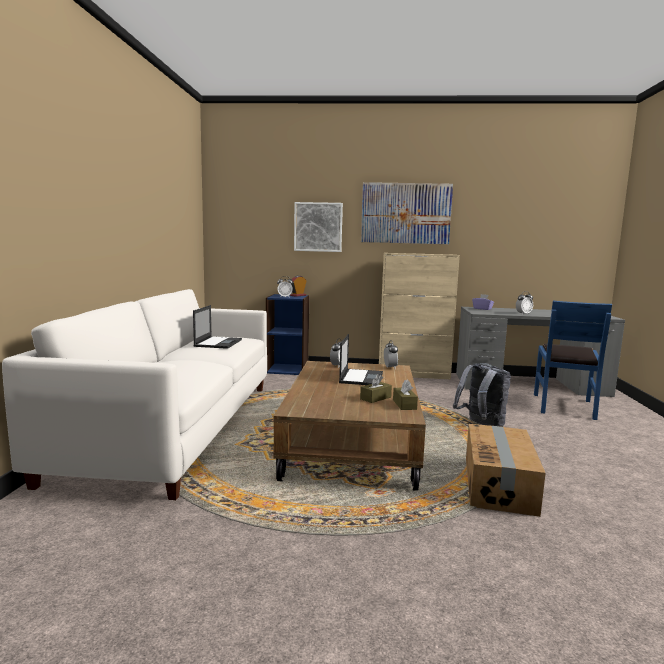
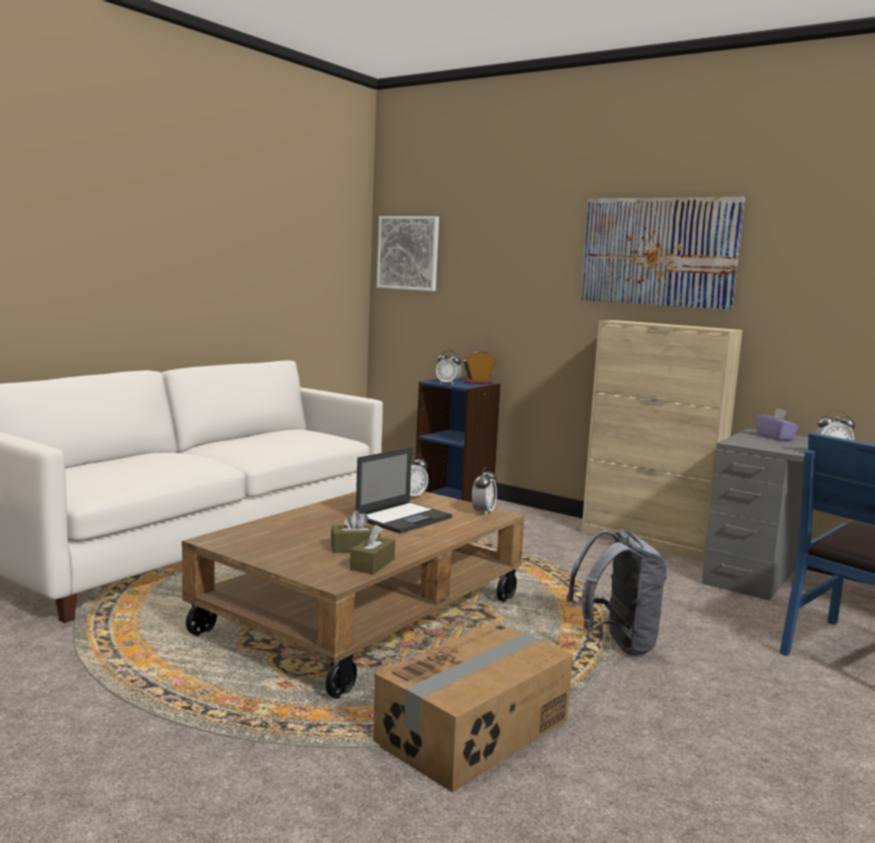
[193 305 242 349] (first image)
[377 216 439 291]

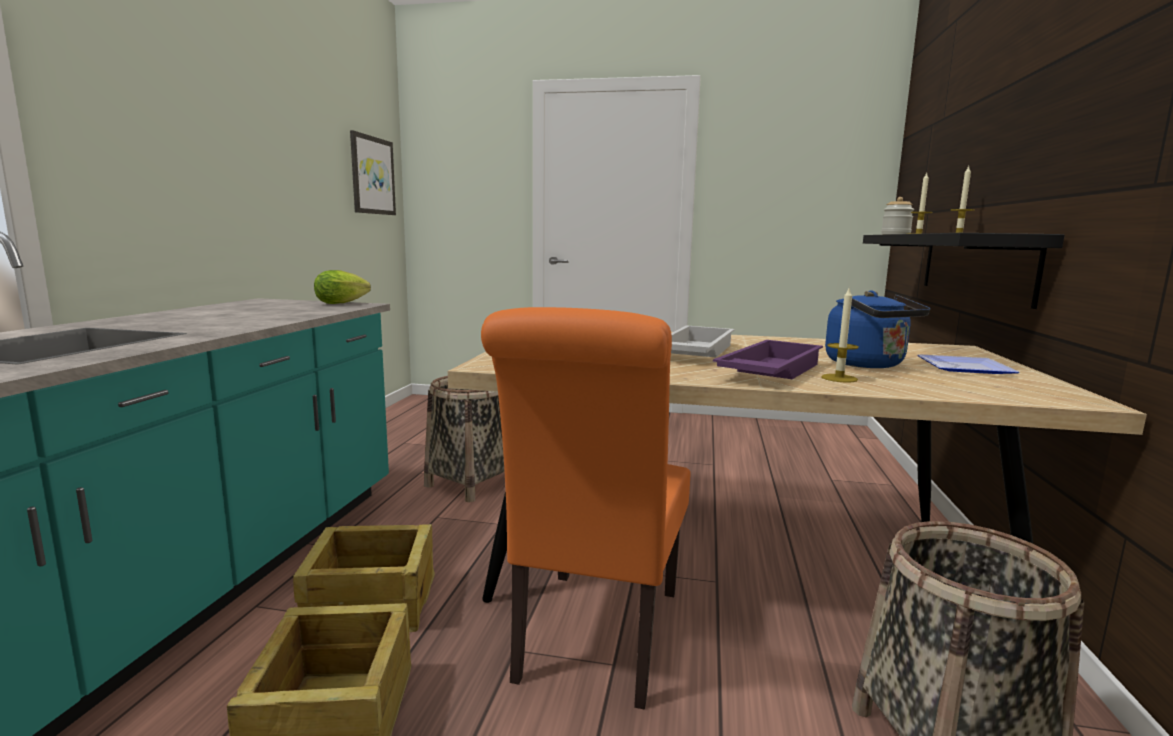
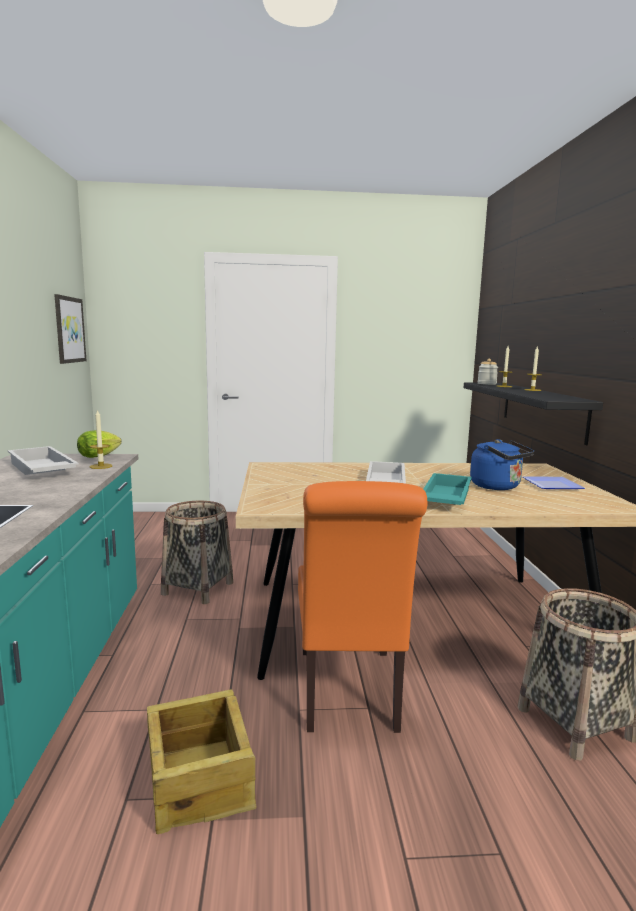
[293 524 435 632] (first image)
[424 473 472 505]
[90 409 112 469]
[8 446 79 475]

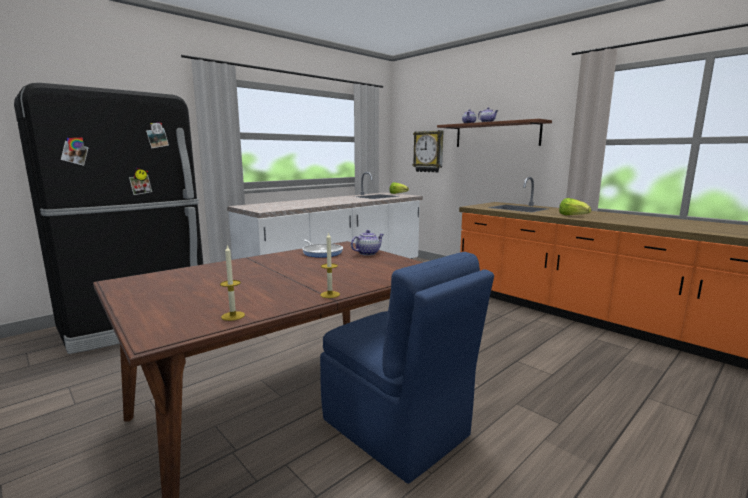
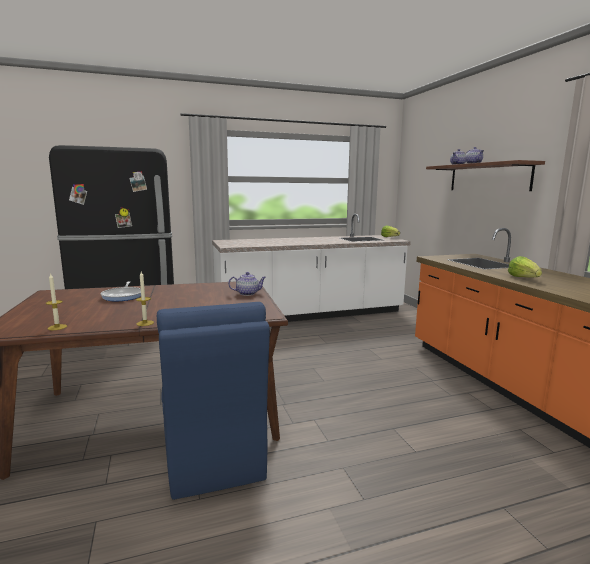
[101 281 141 301]
[412 130 443 173] (first image)

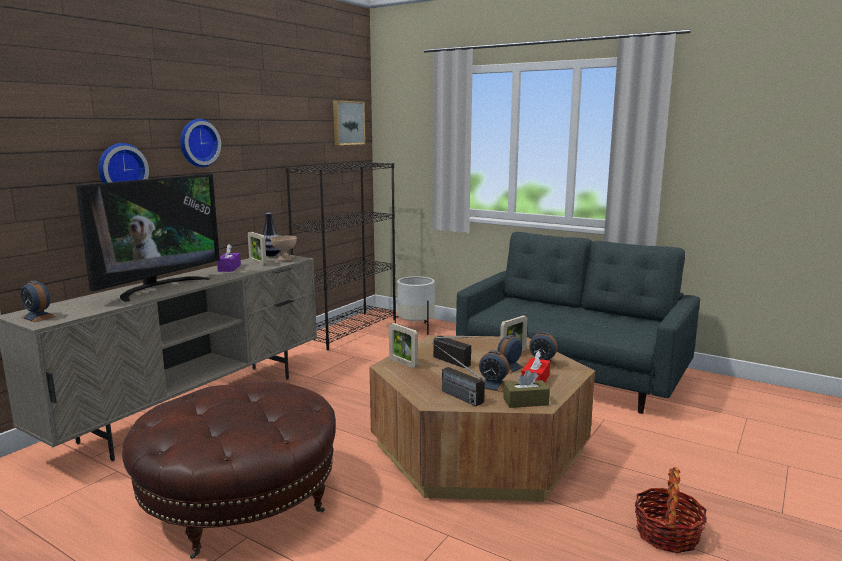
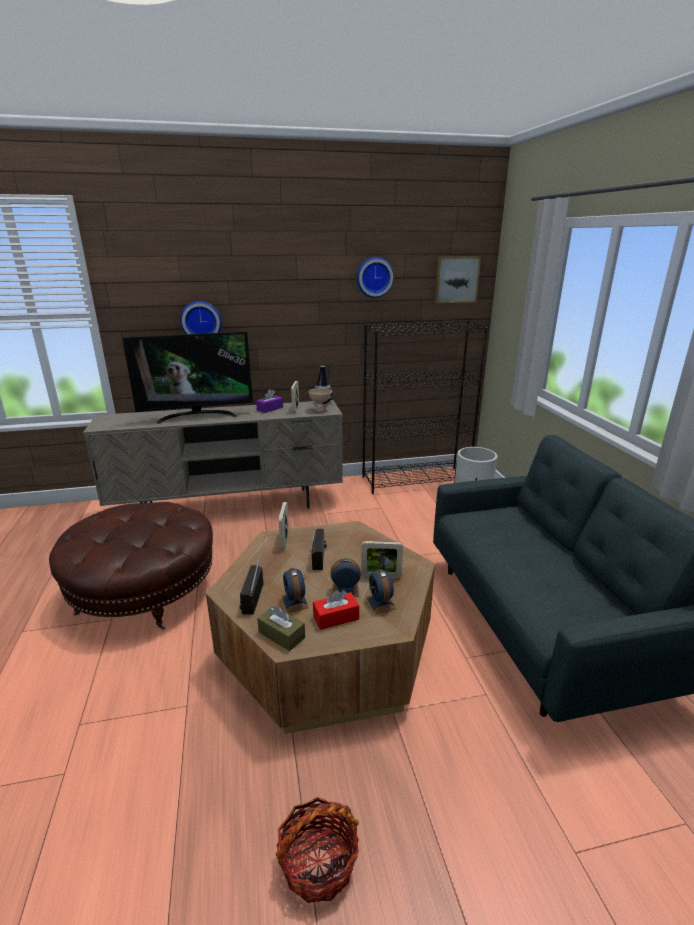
[21 280 56 322] (first image)
[357 257 394 298]

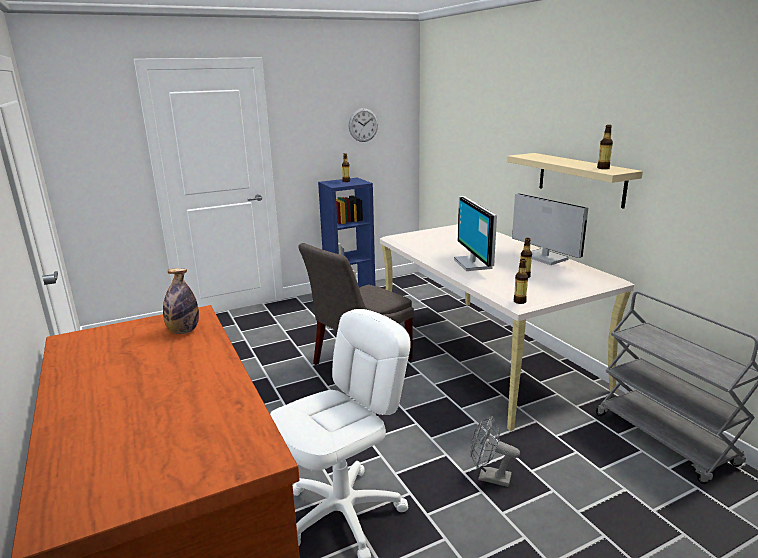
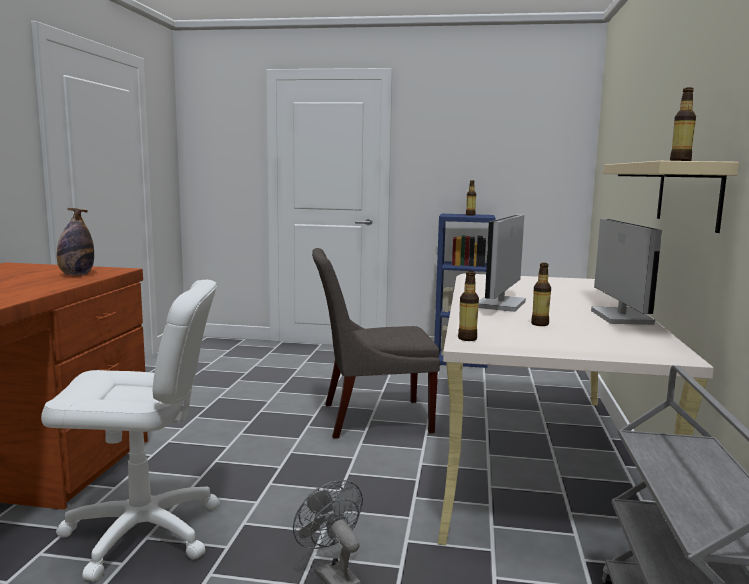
[348 108 378 142] (first image)

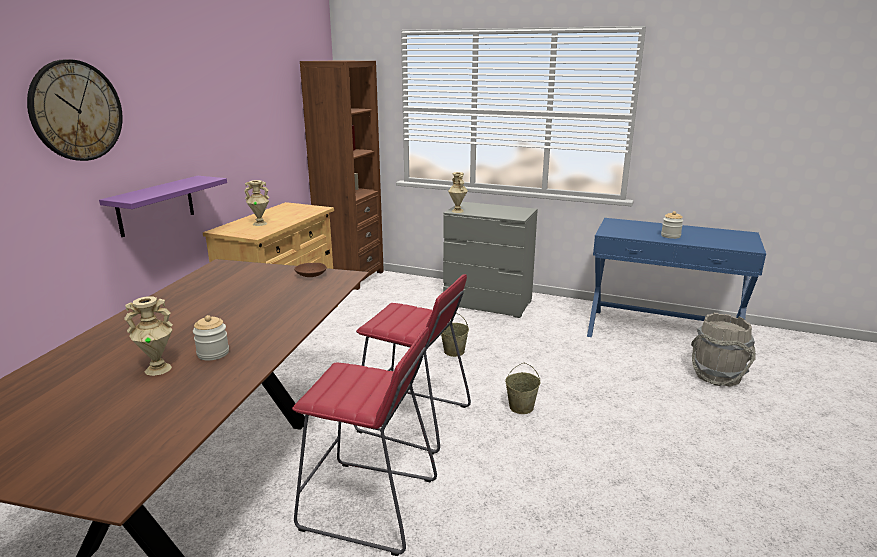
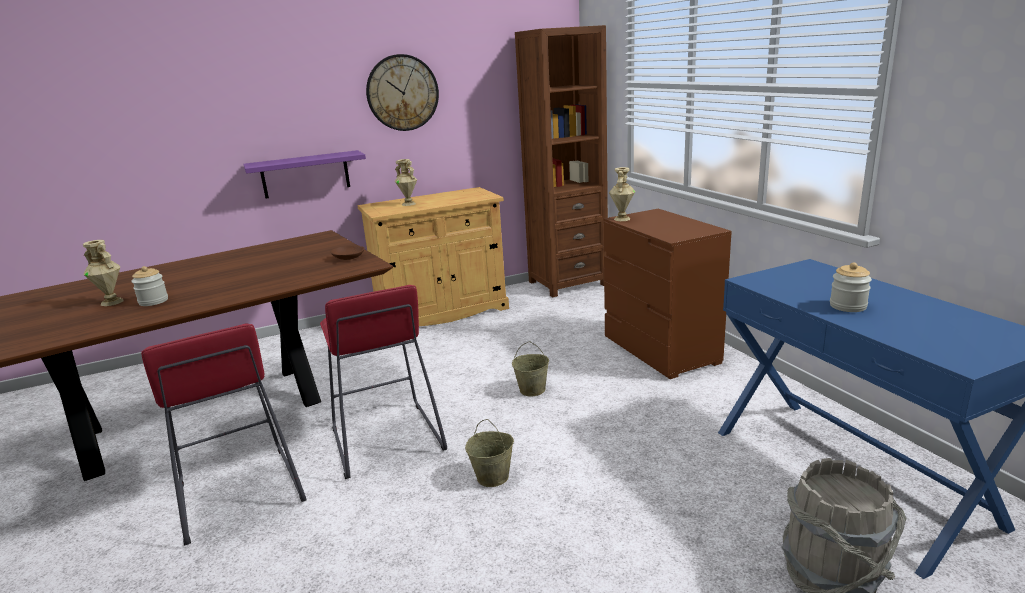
[366 54 439 131]
[604 209 732 379]

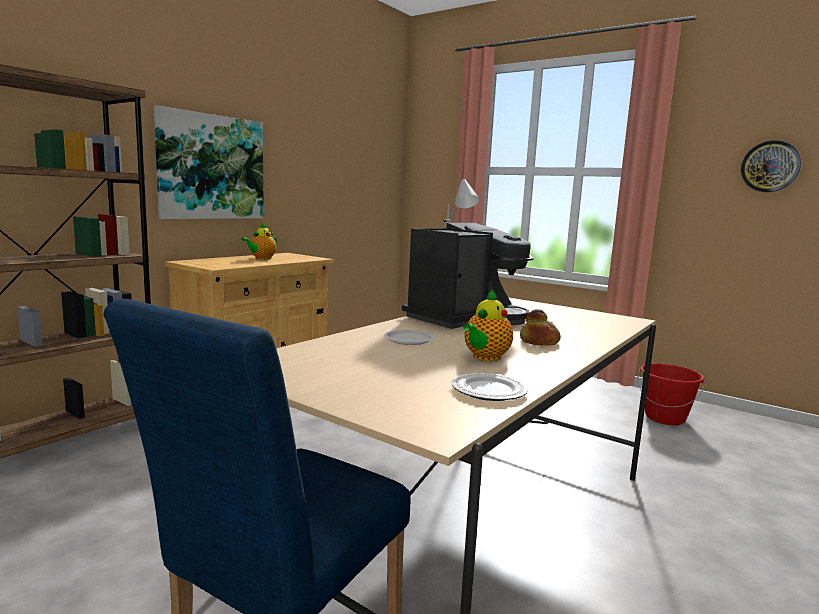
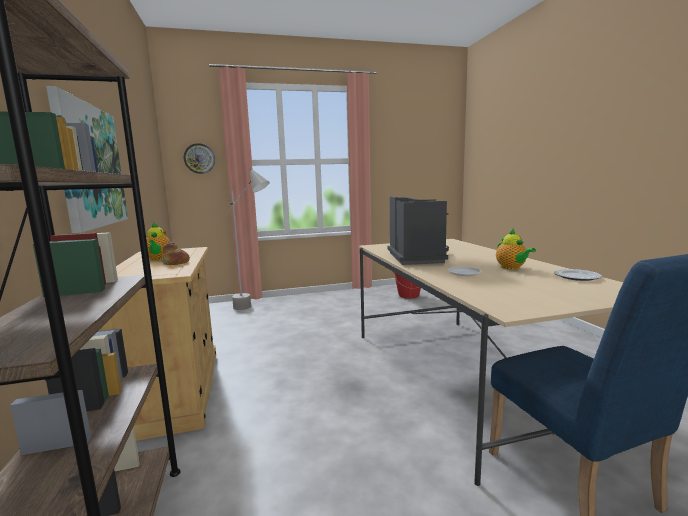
[161 242 190 265]
[184 143 215 174]

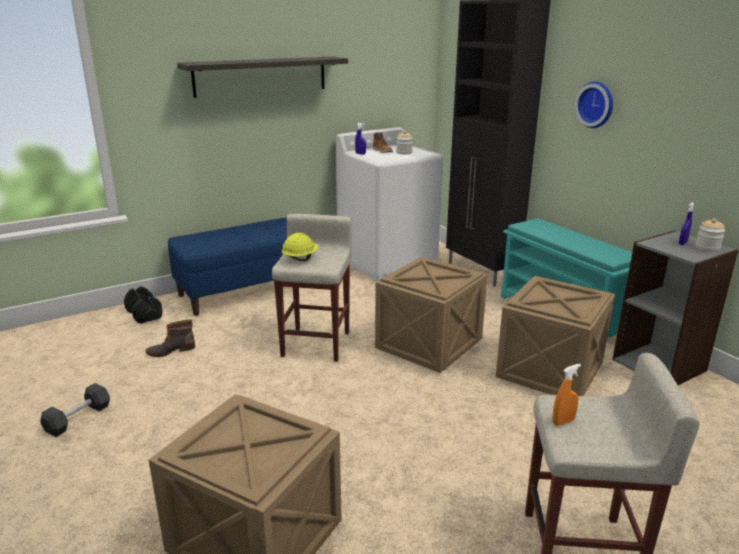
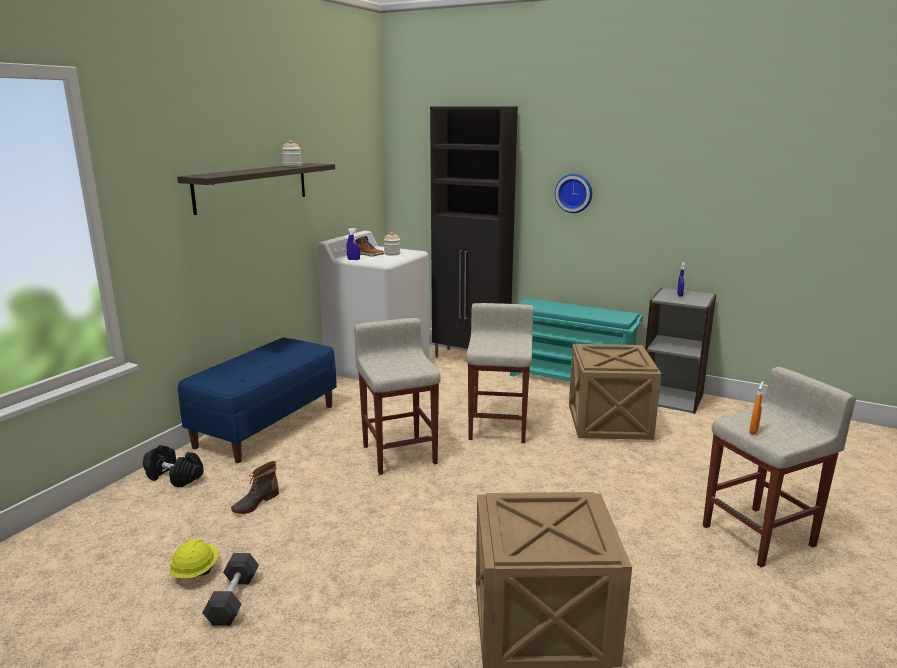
[170 539 218 579]
[466 303 533 443]
[282 140 302 167]

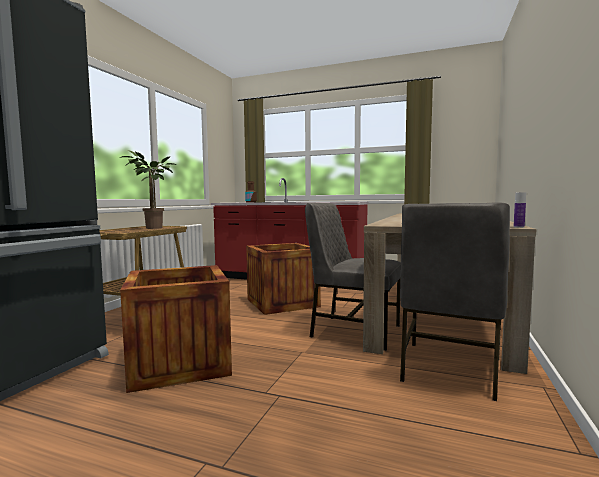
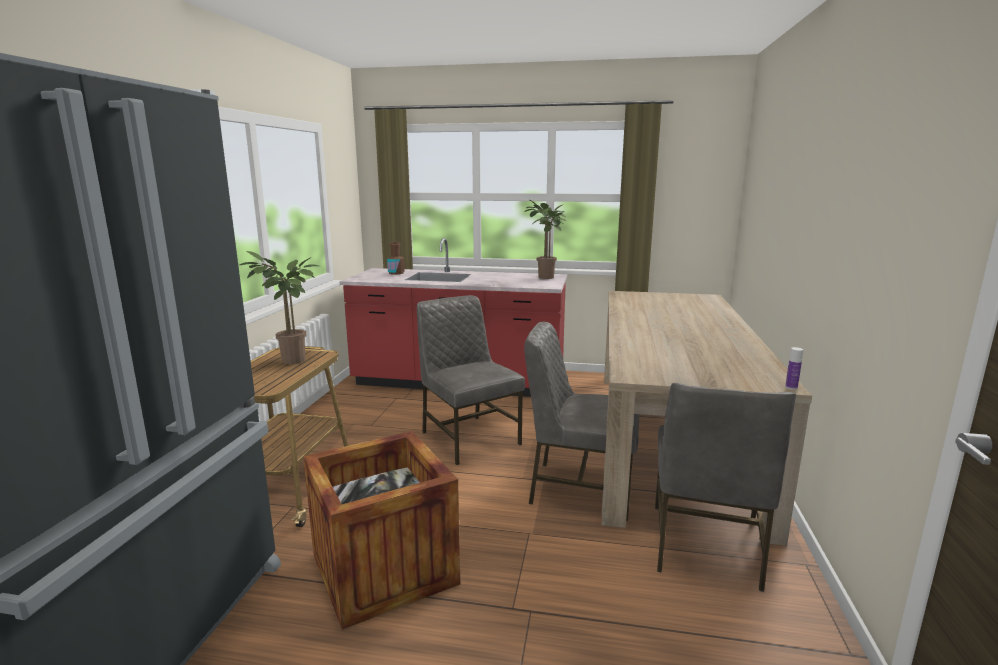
[417 295 525 465]
[525 199 566 279]

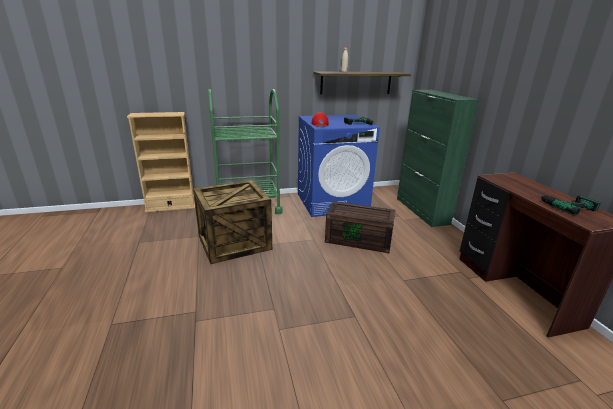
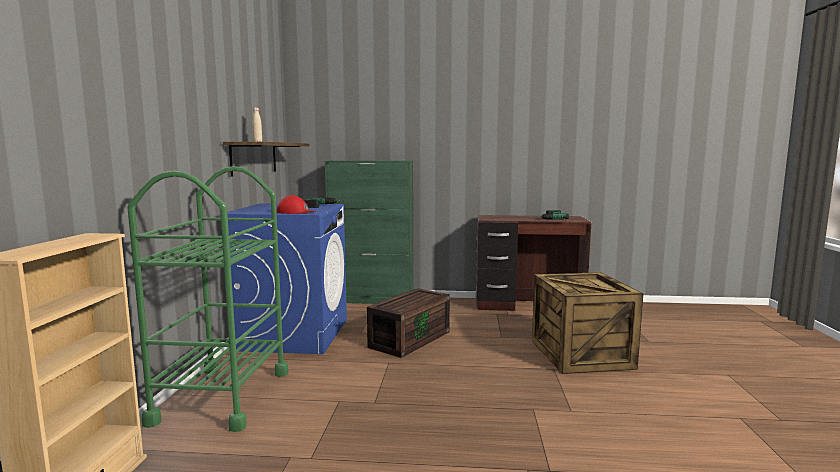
[532 272 644 374]

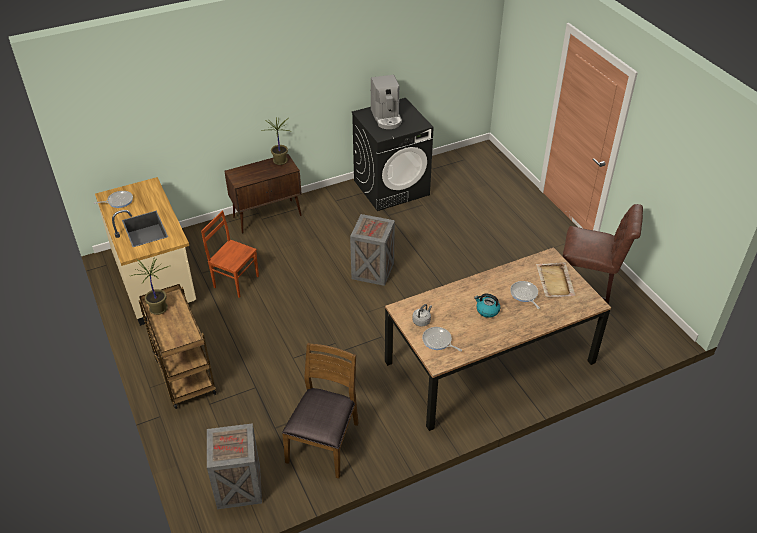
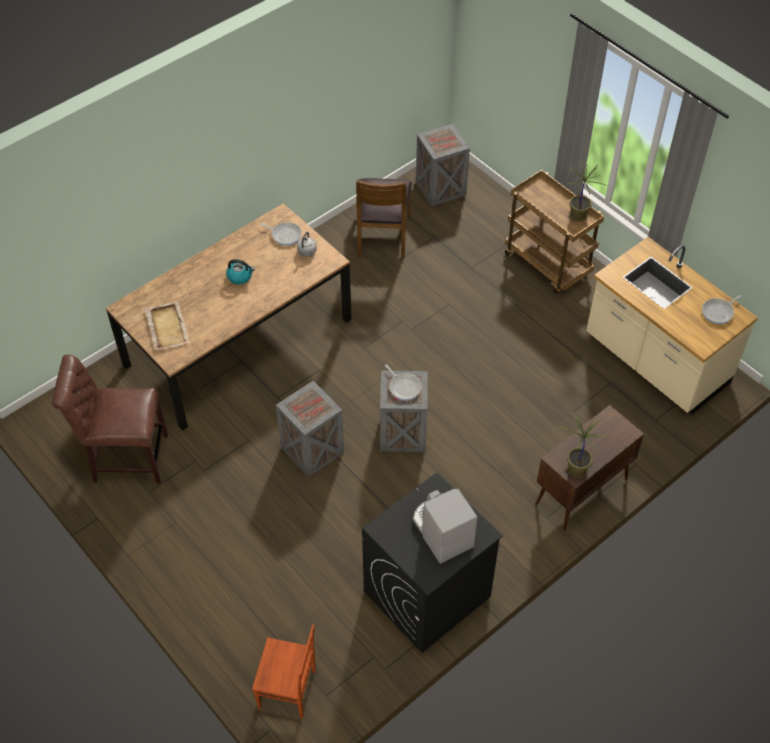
[252 625 316 719]
[385 365 421 401]
[276 381 344 477]

